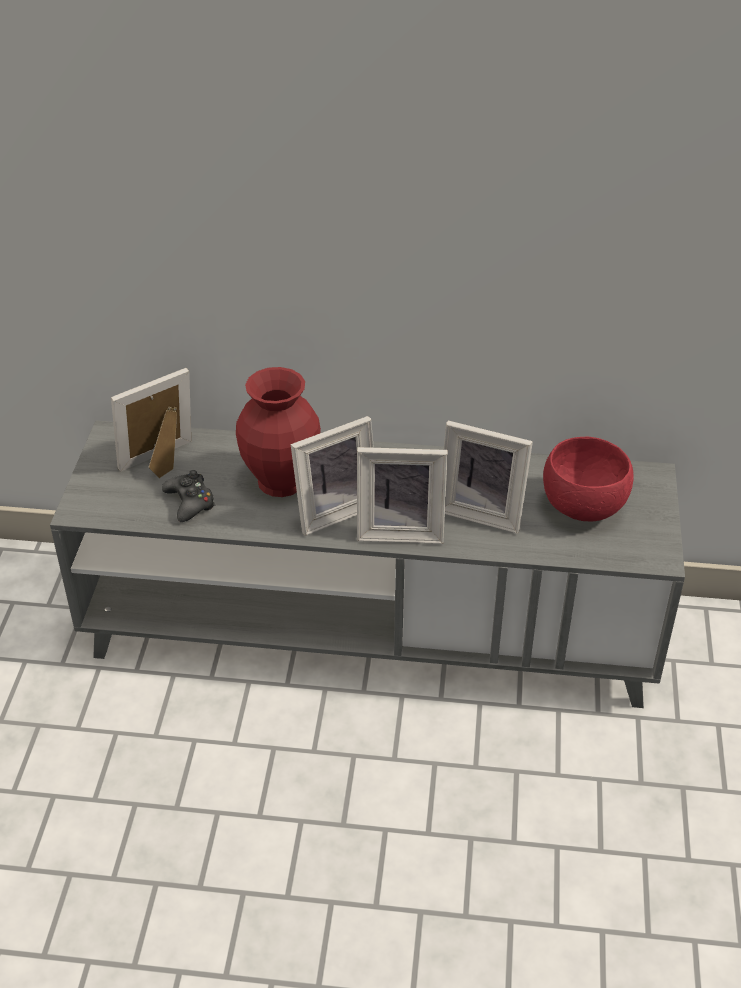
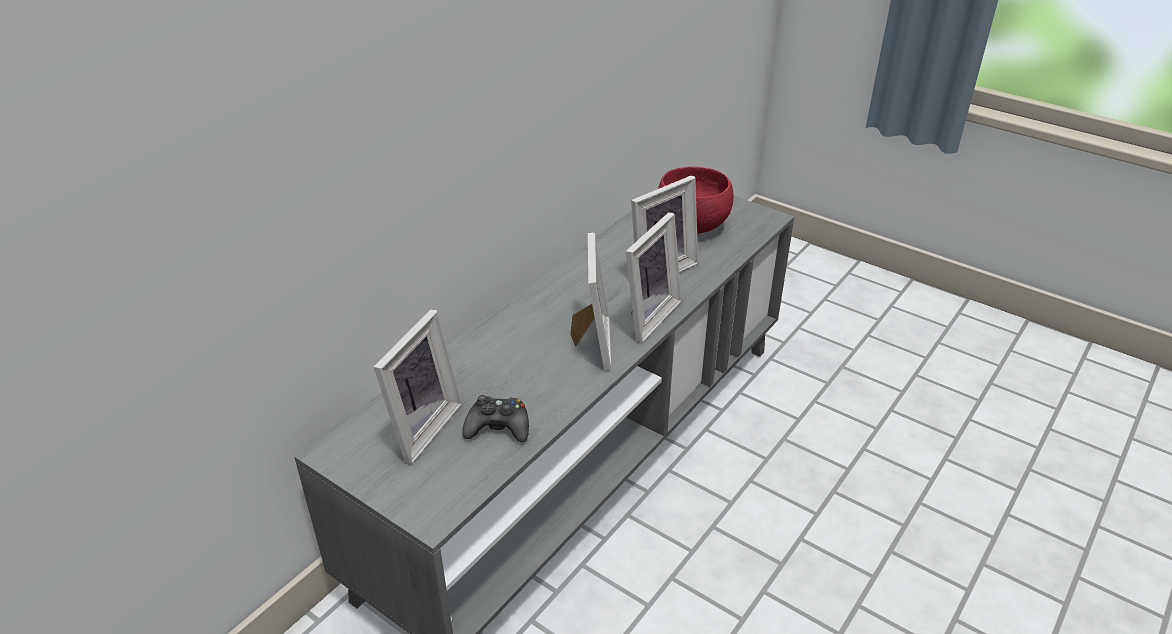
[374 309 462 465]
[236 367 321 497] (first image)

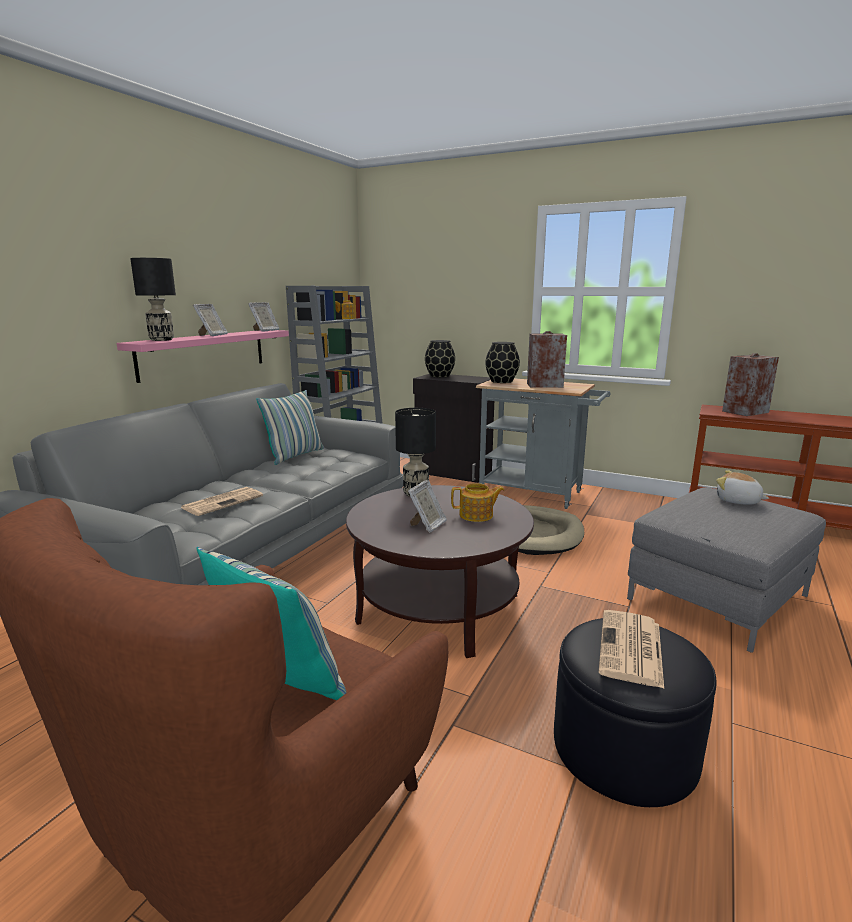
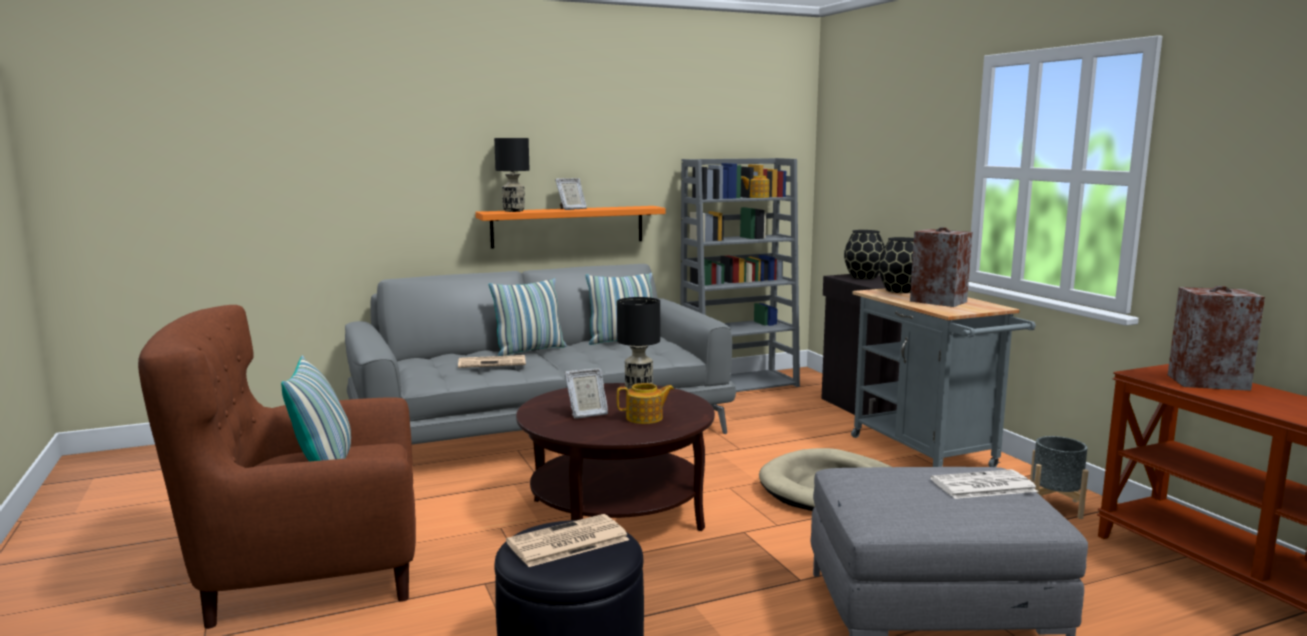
[475 206 665 249]
[248 302 279 332] (first image)
[617 383 674 424]
[930 469 1038 499]
[489 278 567 356]
[1030 436 1089 519]

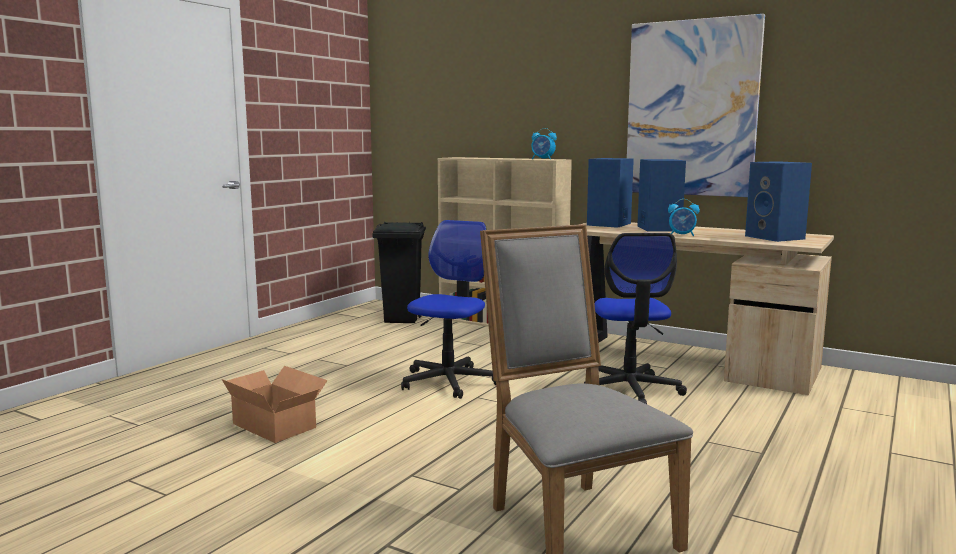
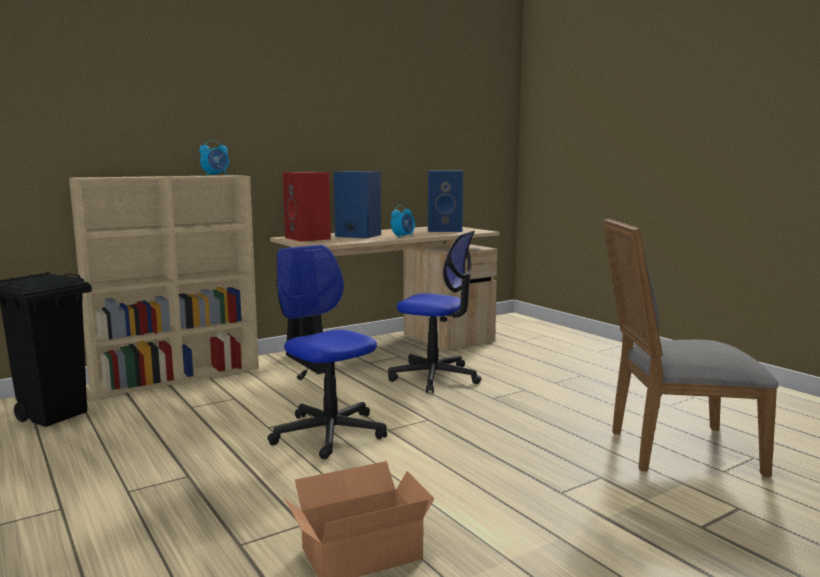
[283 172 331 242]
[627 14 765 197] (first image)

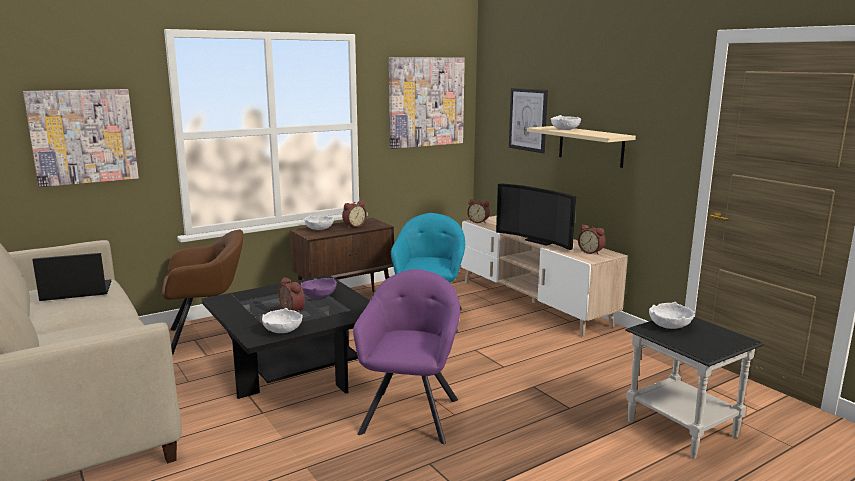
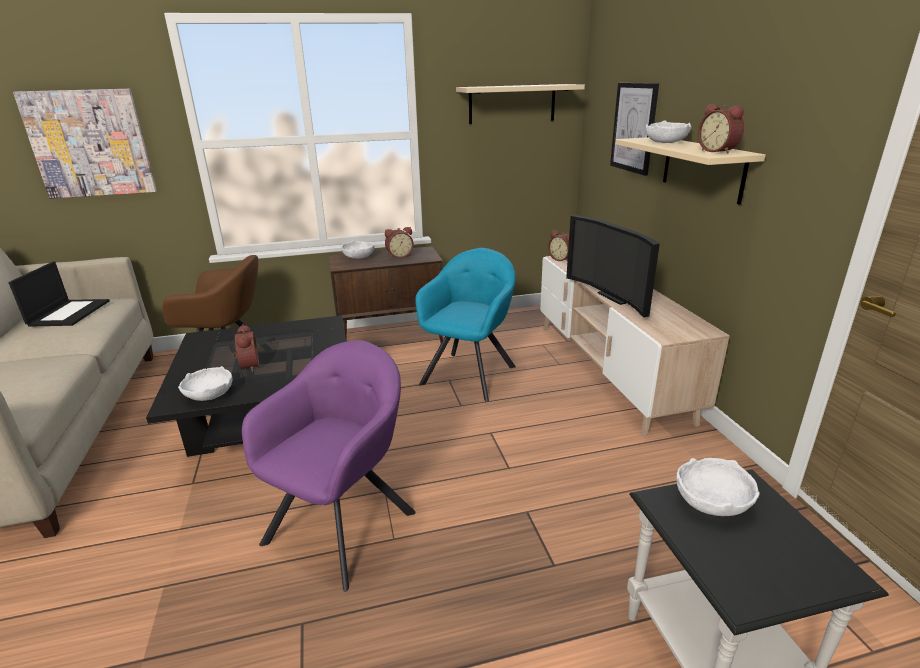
[9 261 110 327]
[301 278 337 298] (first image)
[456 84 585 124]
[698 104 744 153]

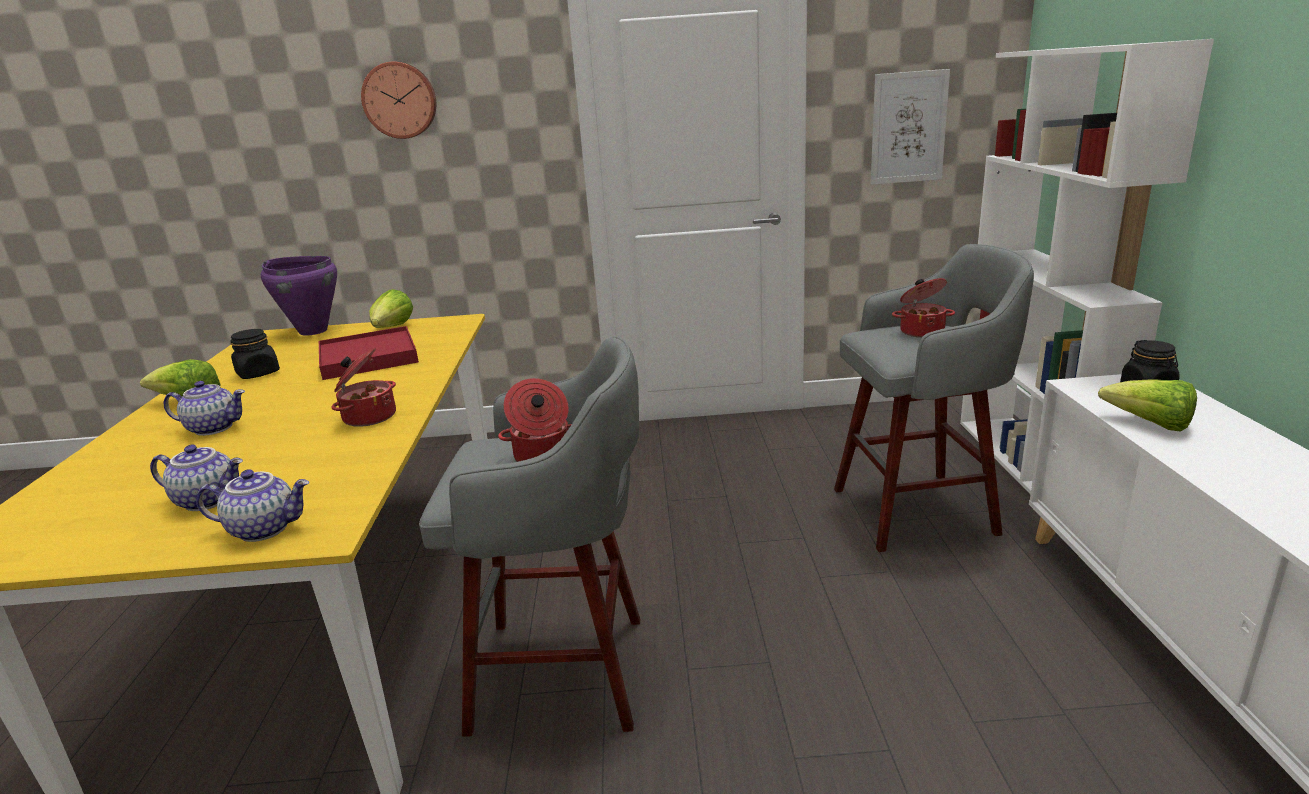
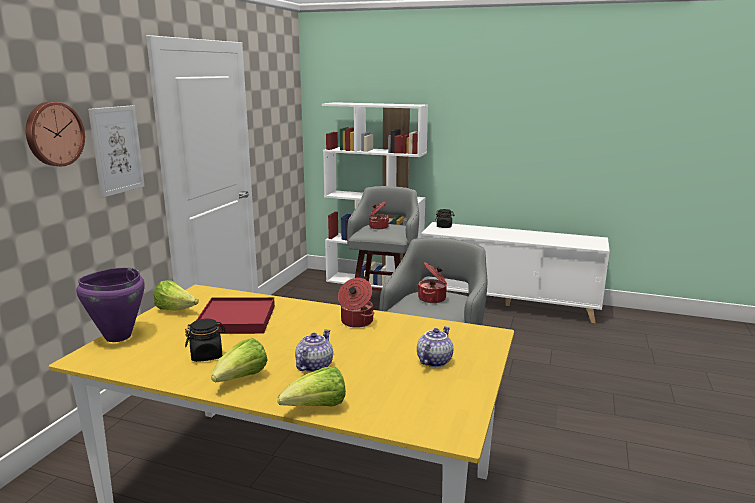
[196 469 309 542] (first image)
[88 105 145 198]
[277 367 346 407]

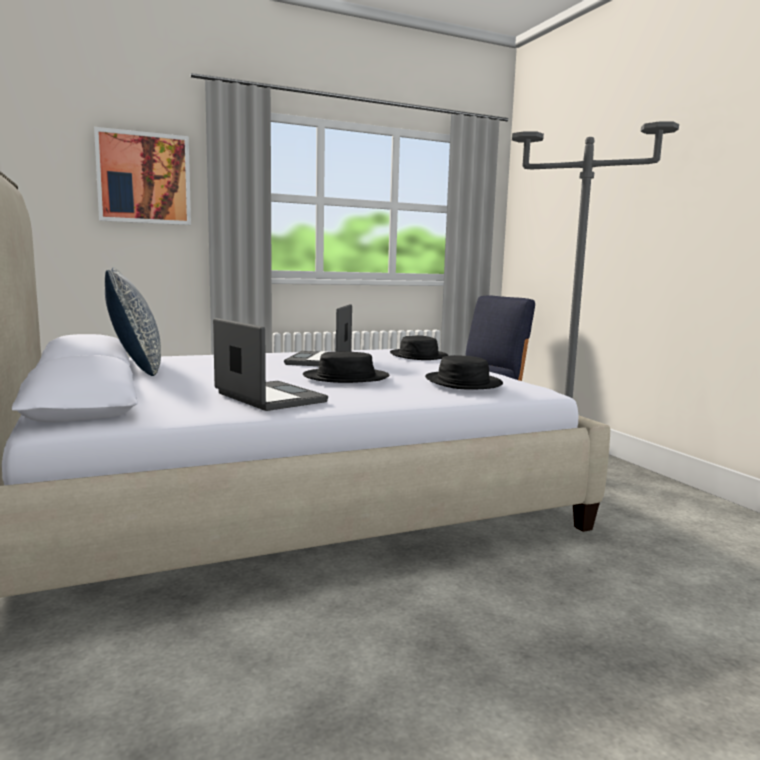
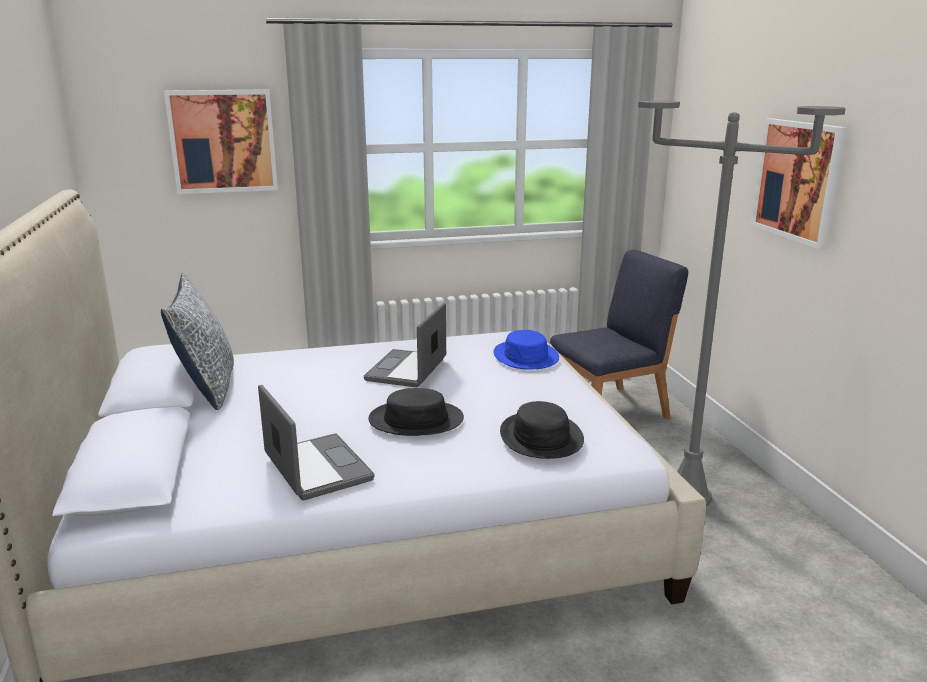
[493 330 559 370]
[751 118 848 249]

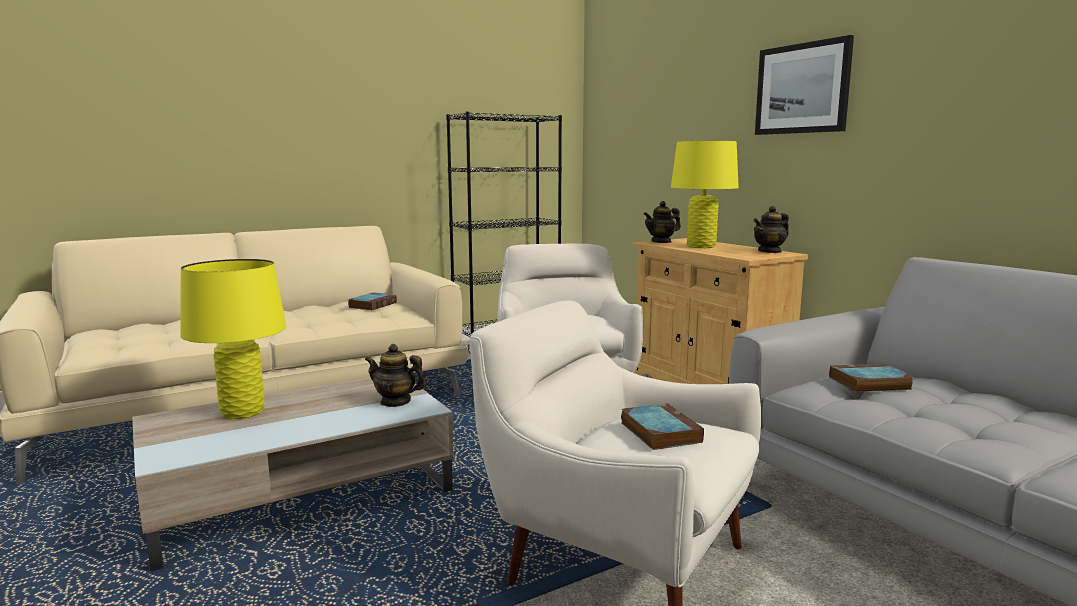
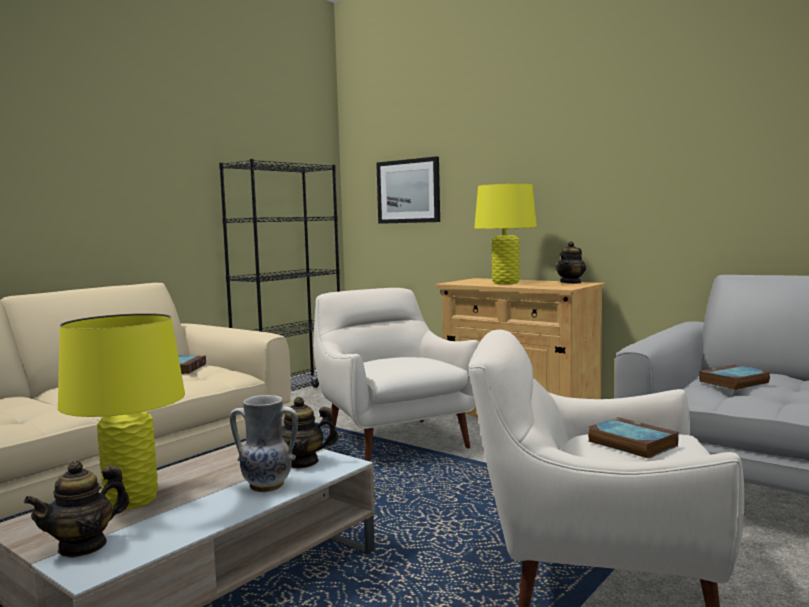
[24 460 130 558]
[376 156 440 224]
[230 395 298 492]

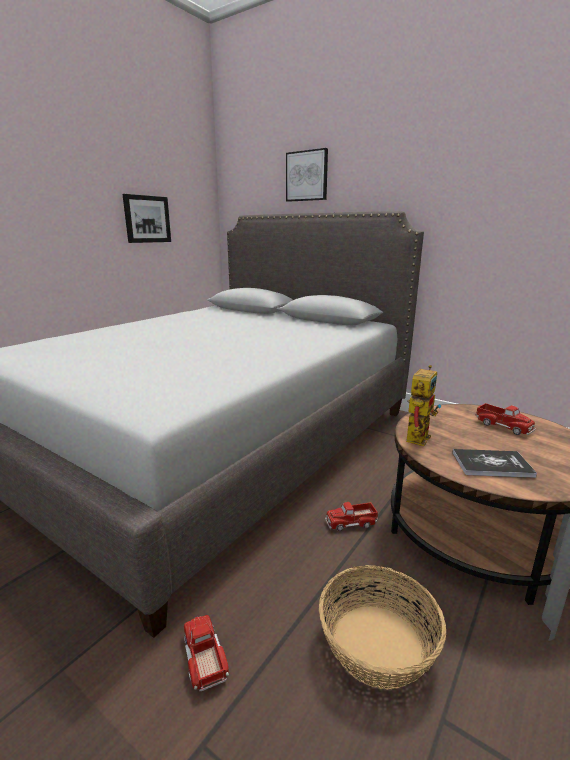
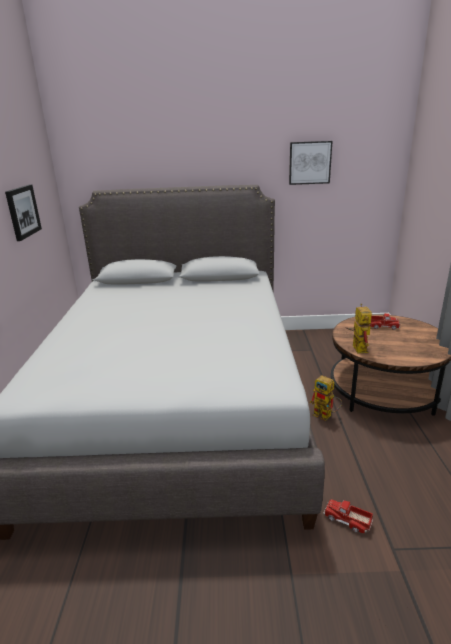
[289 141 333 185]
[319 565 446 690] (first image)
[310 375 342 421]
[453 449 537 478] (first image)

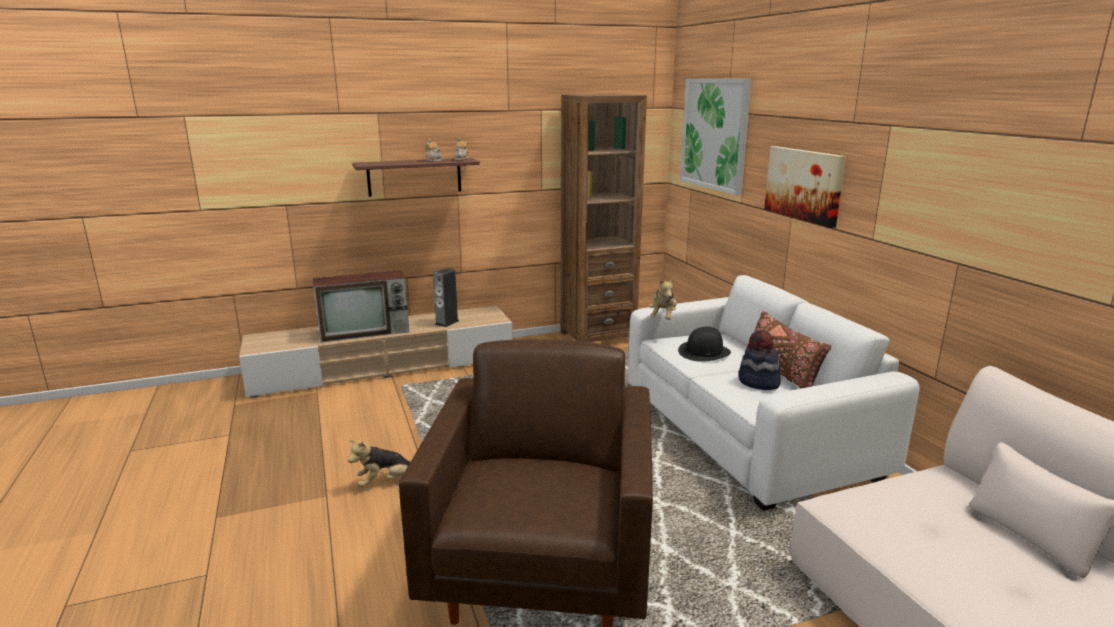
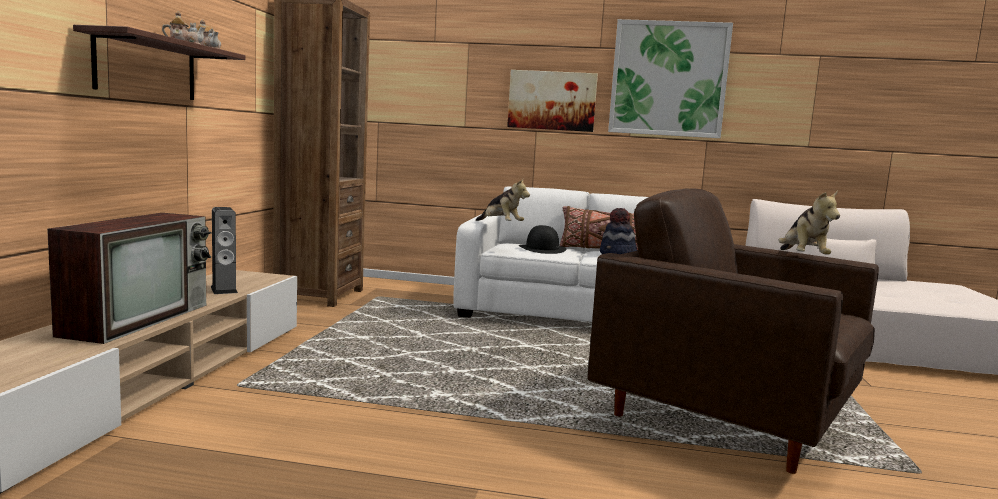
[778 190 840 255]
[608 19 733 138]

